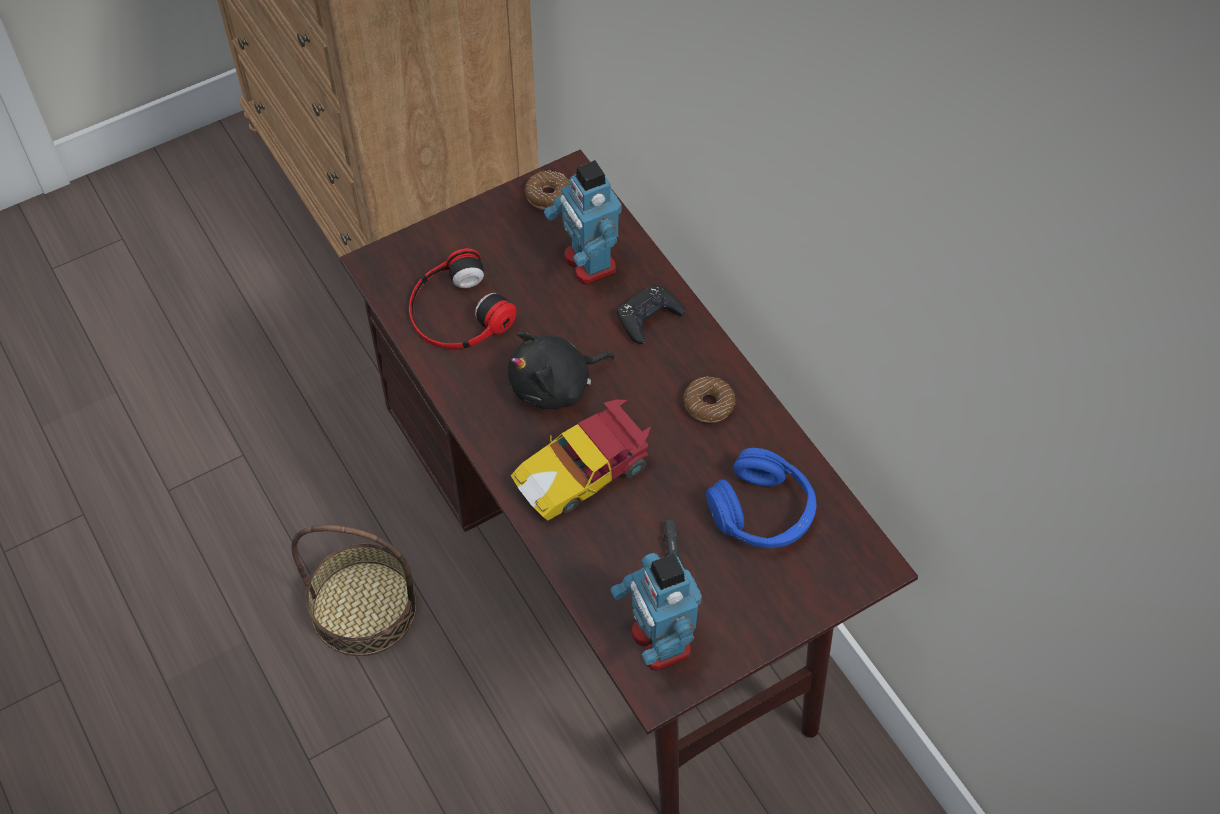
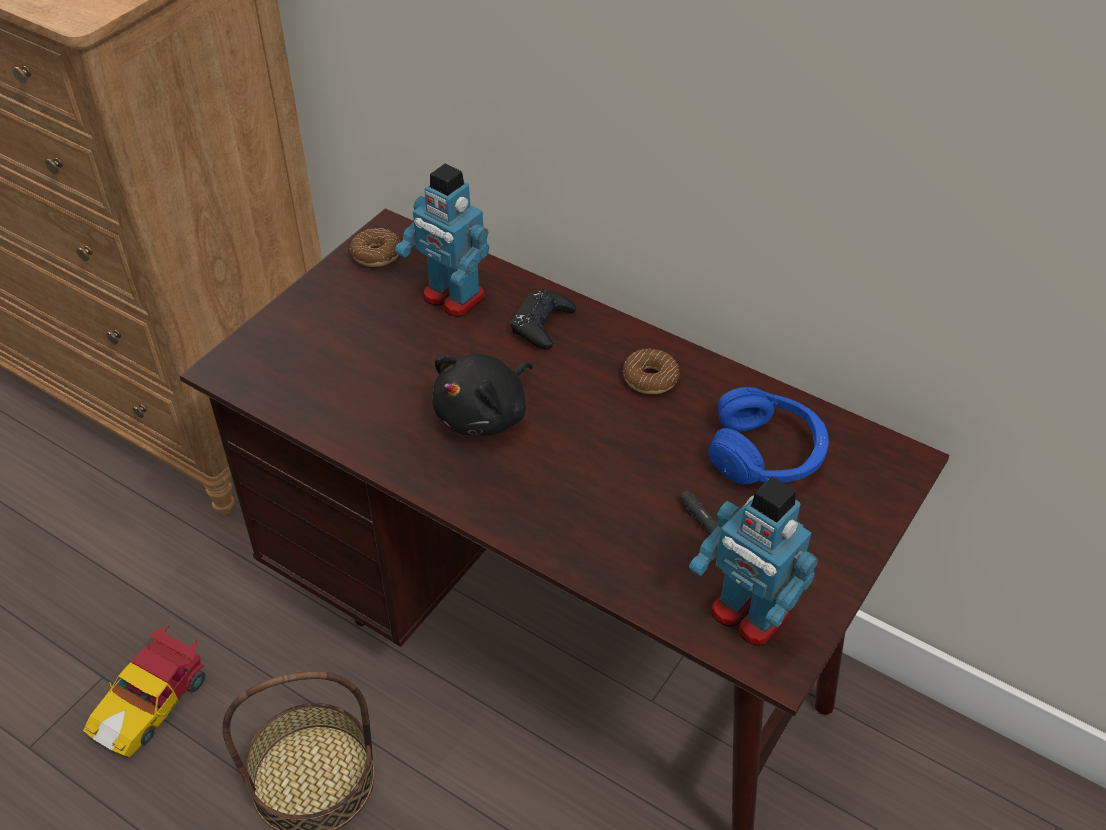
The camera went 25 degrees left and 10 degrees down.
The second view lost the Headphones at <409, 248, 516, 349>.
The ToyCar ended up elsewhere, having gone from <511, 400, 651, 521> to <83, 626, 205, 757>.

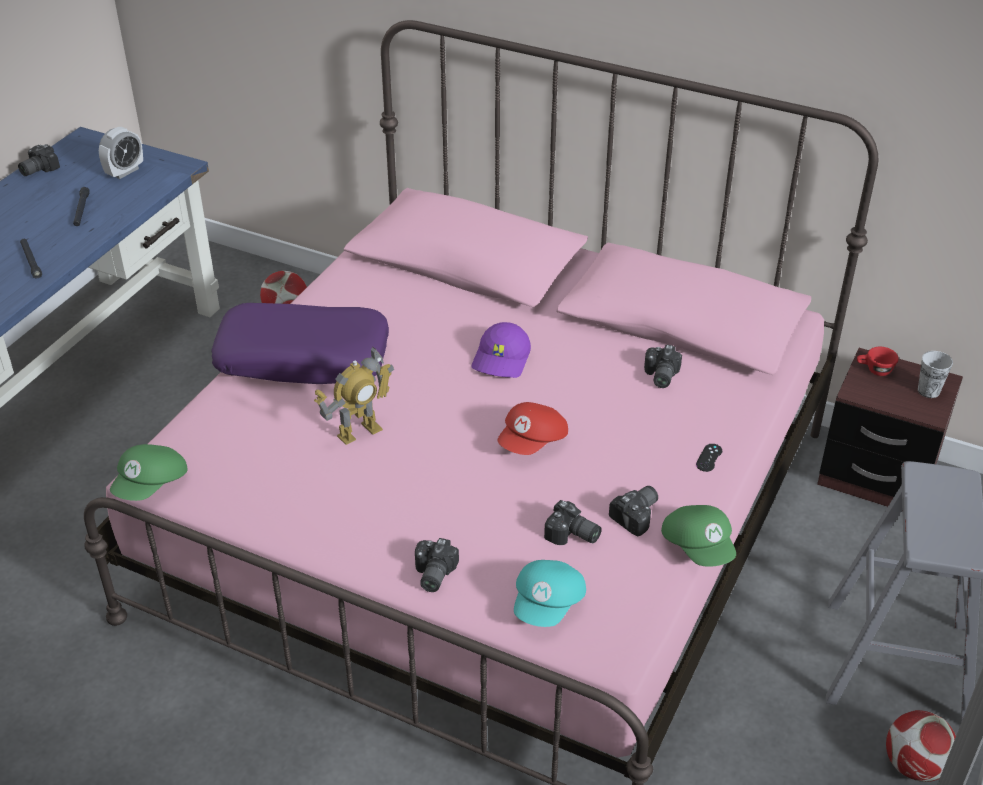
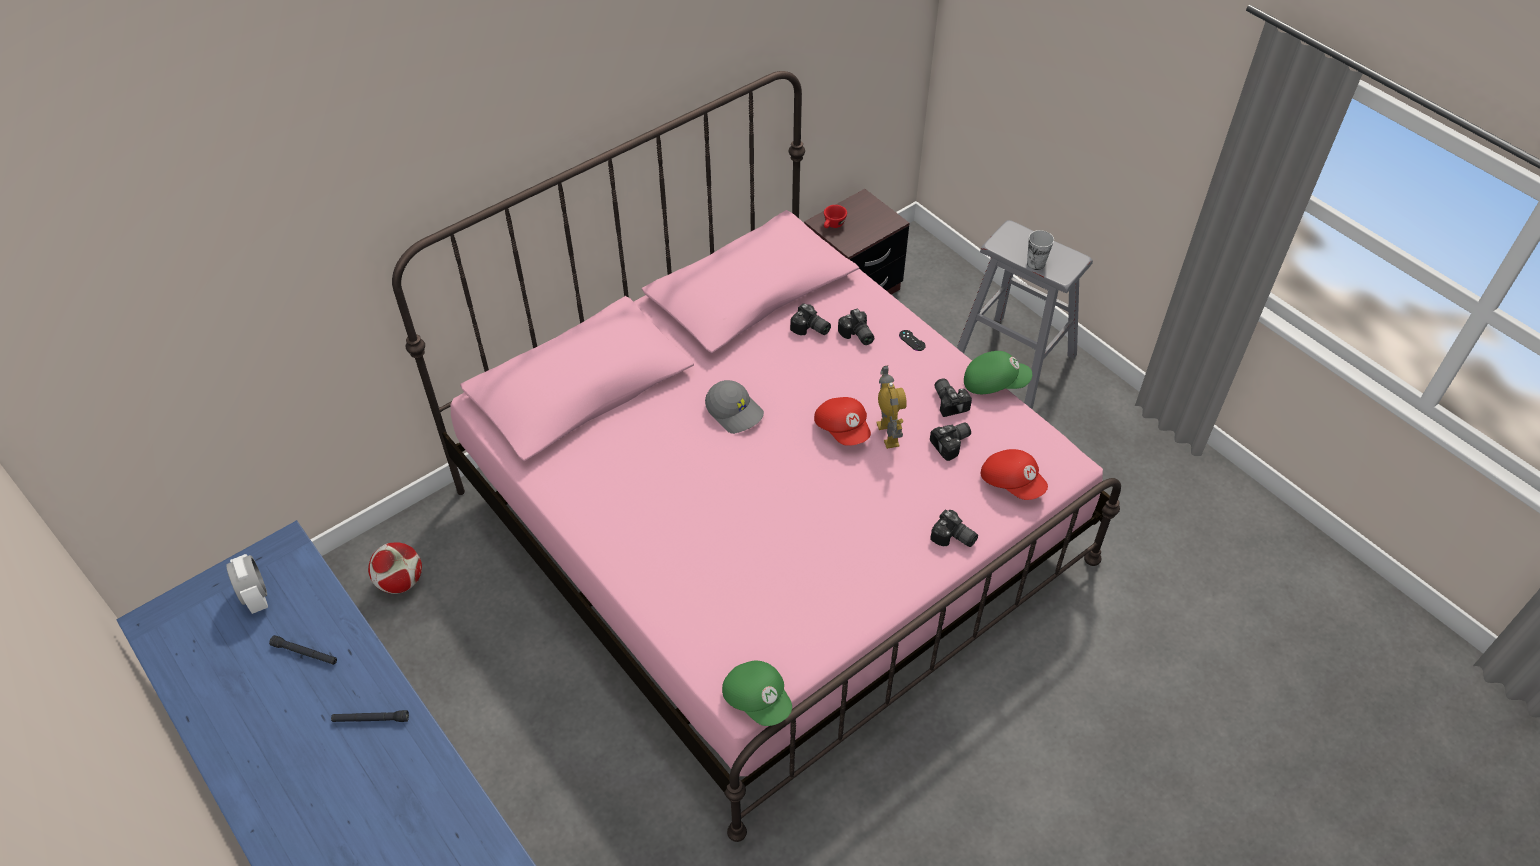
The camera went 65 degrees left and 10 degrees up.
The PhotoCamera ended up elsewhere, having gone from <18, 144, 60, 176> to <838, 308, 874, 345>.
The second view lost the PurplePillow at <211, 303, 389, 384>.
The ToyRobot ended up elsewhere, having gone from <314, 347, 394, 445> to <876, 365, 907, 449>.
What was the PurpleCap at <472, 322, 531, 378> turned into the GreyCap at <705, 380, 764, 434>.
What was the TurquoiseCap at <514, 560, 586, 627> turned into the RedCap at <981, 449, 1048, 500>.
The second view lost the Football at <886, 710, 956, 782>.
The Cup ended up elsewhere, having gone from <918, 351, 953, 398> to <1027, 230, 1054, 270>.

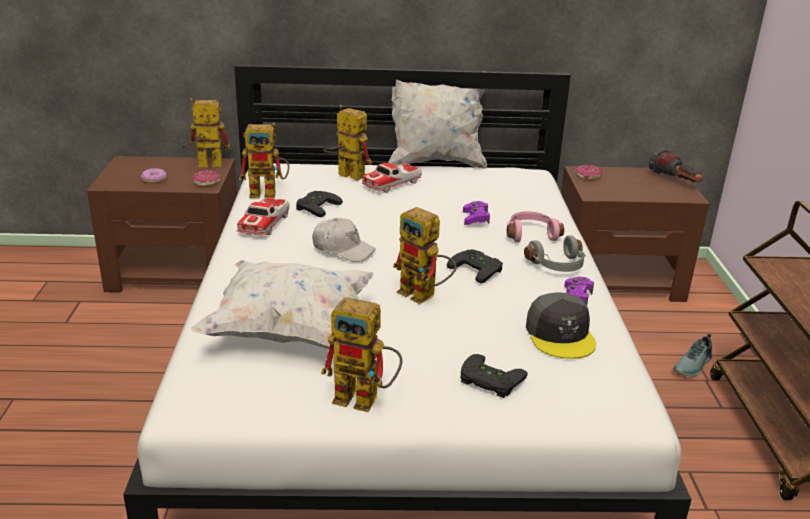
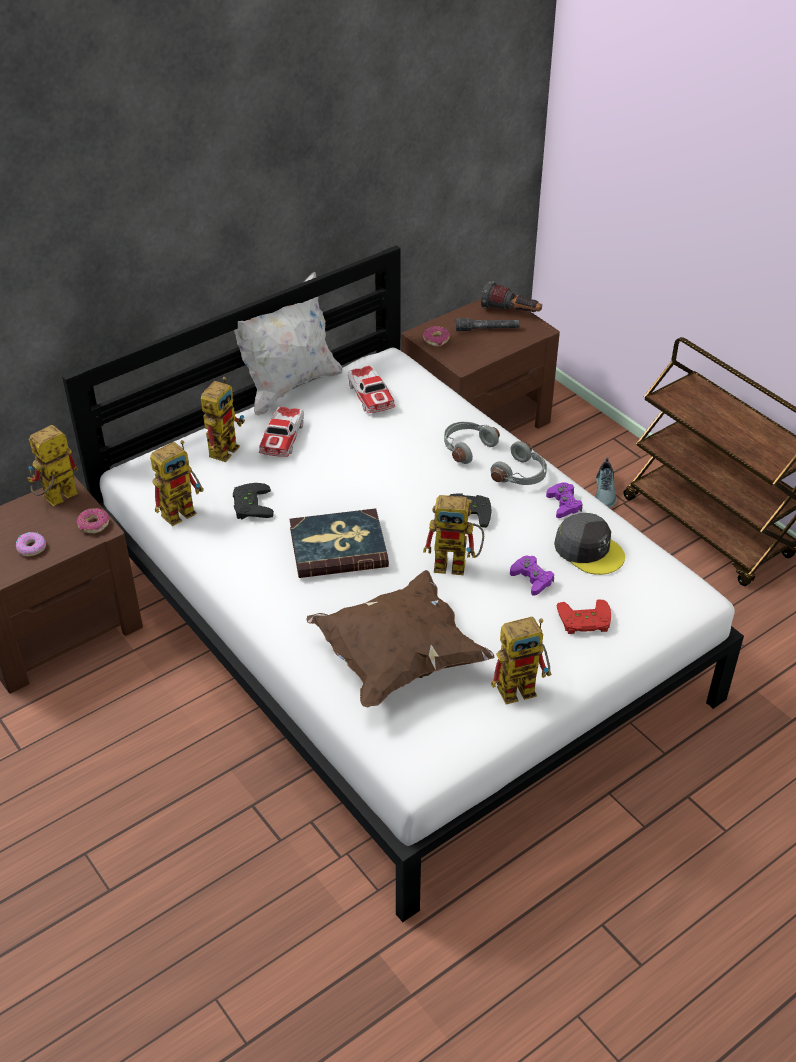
The camera went 35 degrees left and 15 degrees up.
What was the WhitePillow at <191, 260, 374, 349> turned into the BrownPillow at <306, 570, 494, 707>.
The ToyCar ended up elsewhere, having gone from <237, 197, 290, 236> to <348, 365, 395, 413>.
Where the WhiteCap stood at <312, 218, 376, 262>, the Book came to stand at <289, 508, 389, 578>.
The ToyRobot at <323, 105, 372, 181> ended up facing another way, 120 degrees clockwise from before.
What was the BlackGameController at <460, 354, 528, 398> turned into the RedGameController at <557, 600, 611, 634>.
The PurpleGameController ended up elsewhere, having gone from <463, 201, 490, 225> to <510, 556, 554, 596>.
What was the PinkHeadphones at <507, 211, 564, 242> turned into the GreyHeadphones at <444, 422, 500, 464>.
The second view gained the GreyFlashlight at <456, 318, 519, 331>.

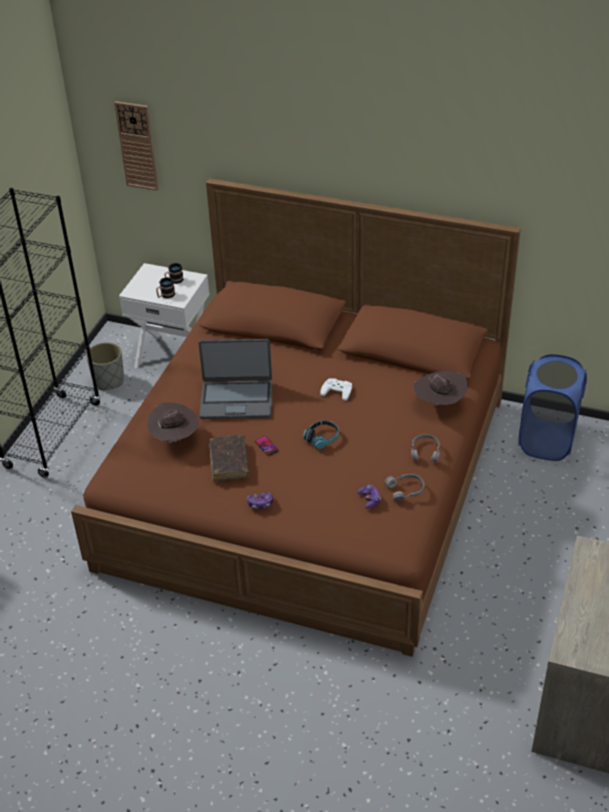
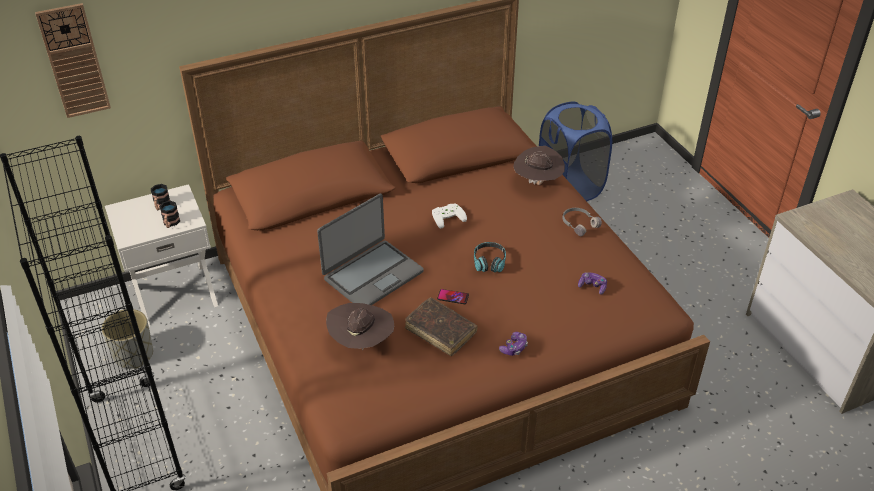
The camera went 45 degrees left and 0 degrees up.
The second view lost the GreyHeadphones at <385, 474, 424, 502>.

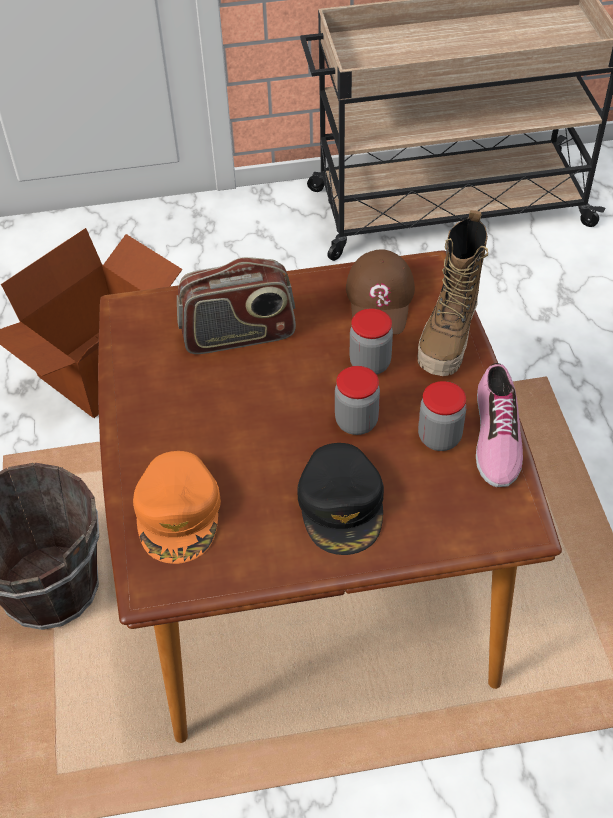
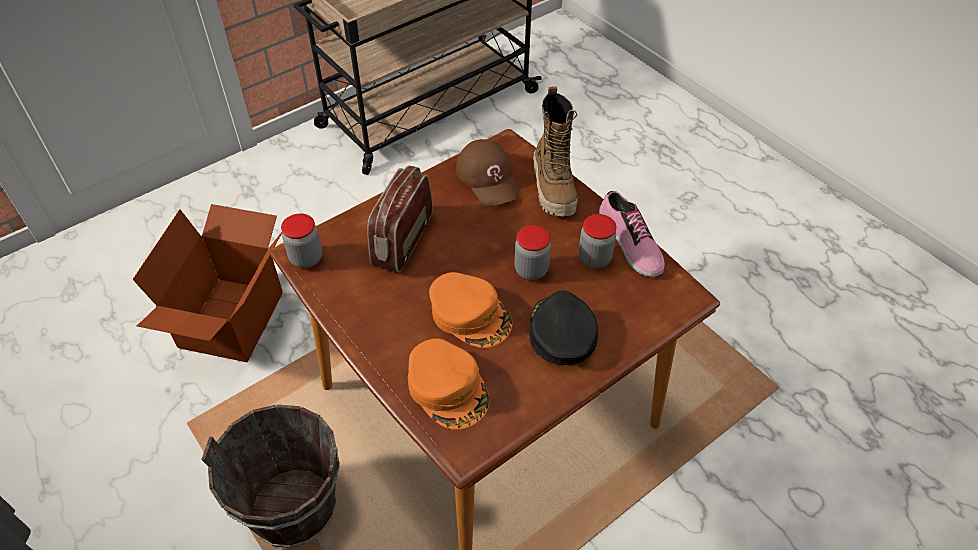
The camera went 30 degrees left and 0 degrees up.
The Radio at <177, 257, 296, 354> ended up facing another way, 150 degrees clockwise from before.
The BlackCap at <297, 443, 384, 555> ended up facing another way, 150 degrees counterclockwise from before.
The Jar ended up elsewhere, having gone from <350, 308, 393, 375> to <281, 214, 322, 268>.
The second view gained the OrangeCap at <429, 272, 512, 348>.

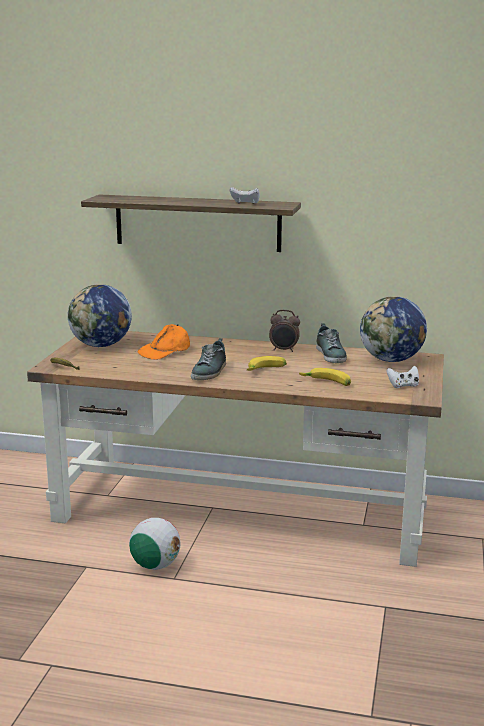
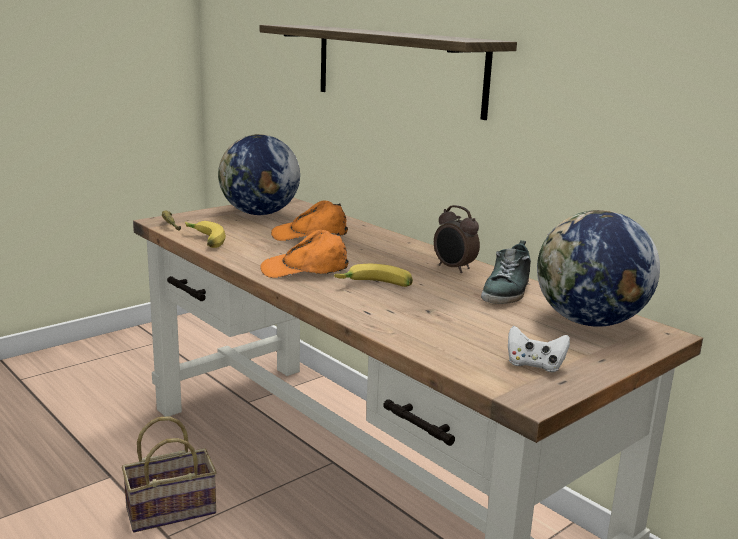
The camera went 35 degrees right and 0 degrees up.
Where the Football stood at <129, 518, 181, 570>, the Basket came to stand at <122, 416, 217, 532>.
Where the Shoe stood at <191, 338, 226, 380>, the OrangeCap came to stand at <260, 230, 349, 278>.
The second view lost the WhiteGameController at <230, 187, 260, 204>.
The Banana ended up elsewhere, having gone from <299, 368, 351, 386> to <185, 221, 226, 248>.

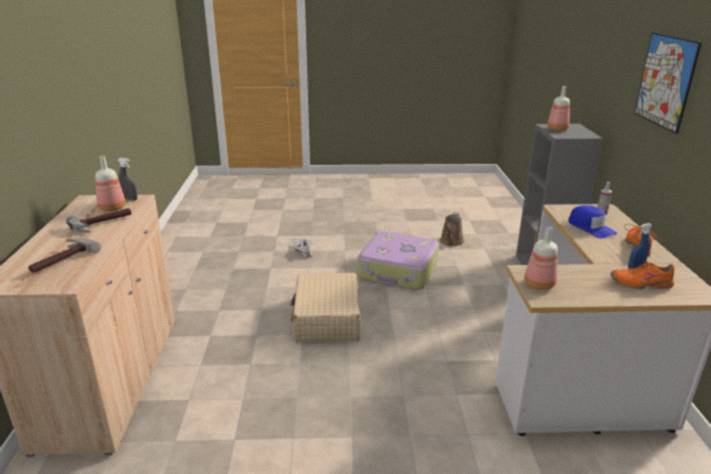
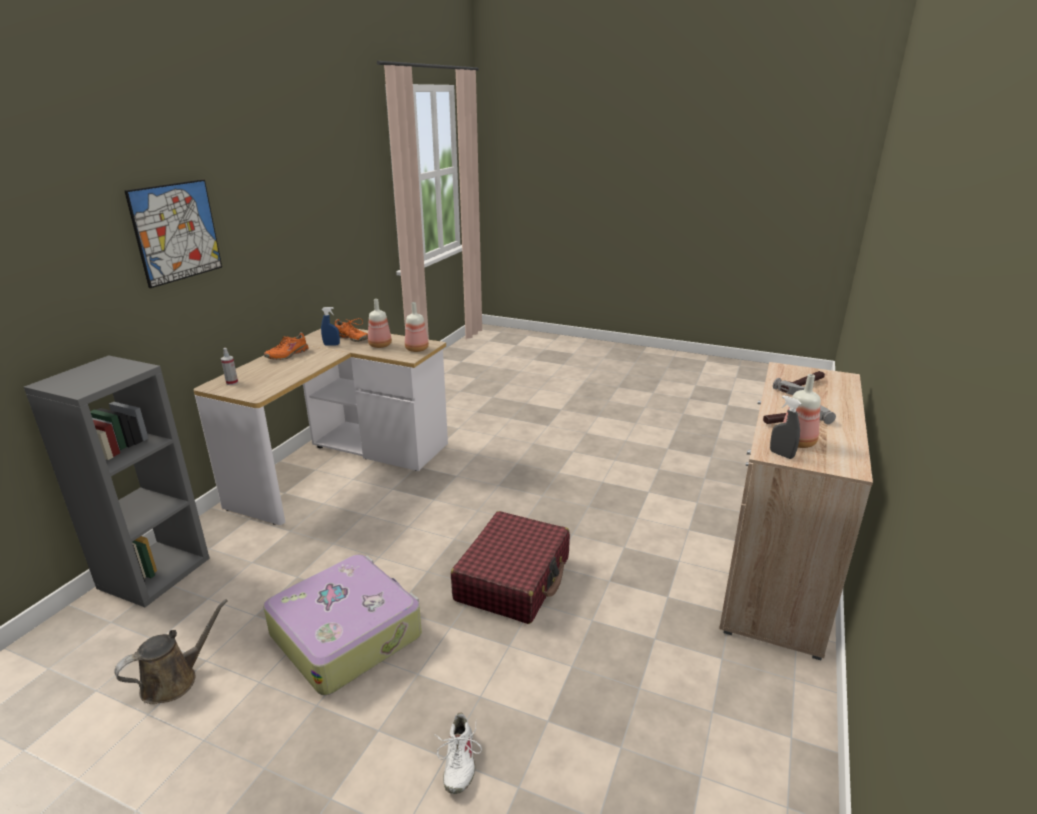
The camera went 155 degrees left and 0 degrees up.
What was the BeigeSuitcase at <291, 273, 361, 342> turned into the RedSuitcase at <451, 511, 570, 624>.
The Bottle ended up elsewhere, having gone from <547, 86, 570, 131> to <368, 299, 392, 348>.
The second view lost the BlueCap at <568, 205, 617, 238>.

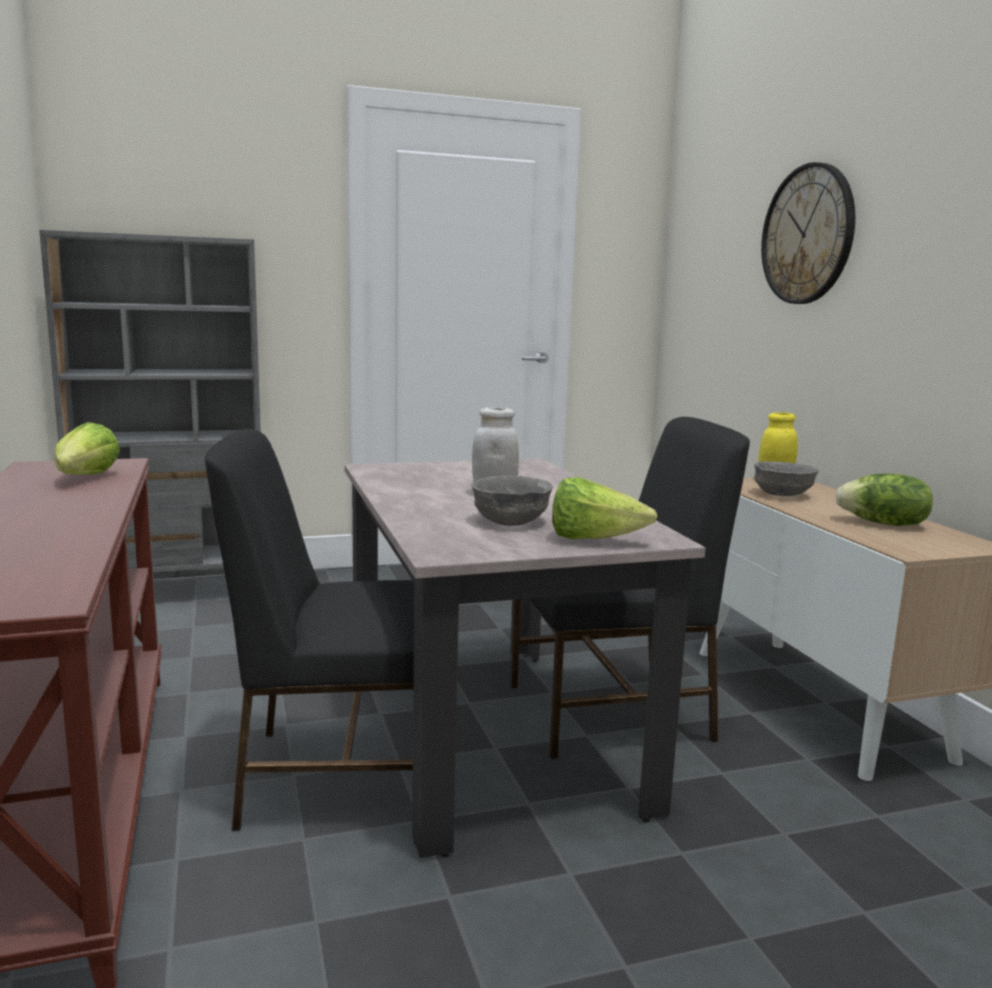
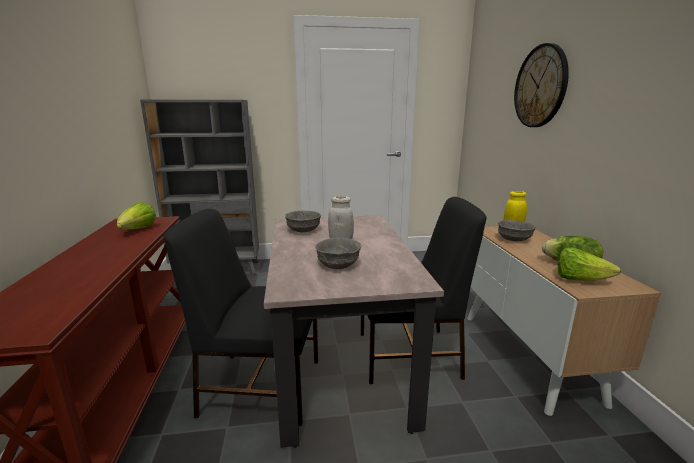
The camera went 10 degrees right and 5 degrees up.
The Lettuce ended up elsewhere, having gone from <552, 477, 657, 539> to <558, 247, 621, 281>.
The second view gained the GreyBowl at <285, 211, 321, 232>.

